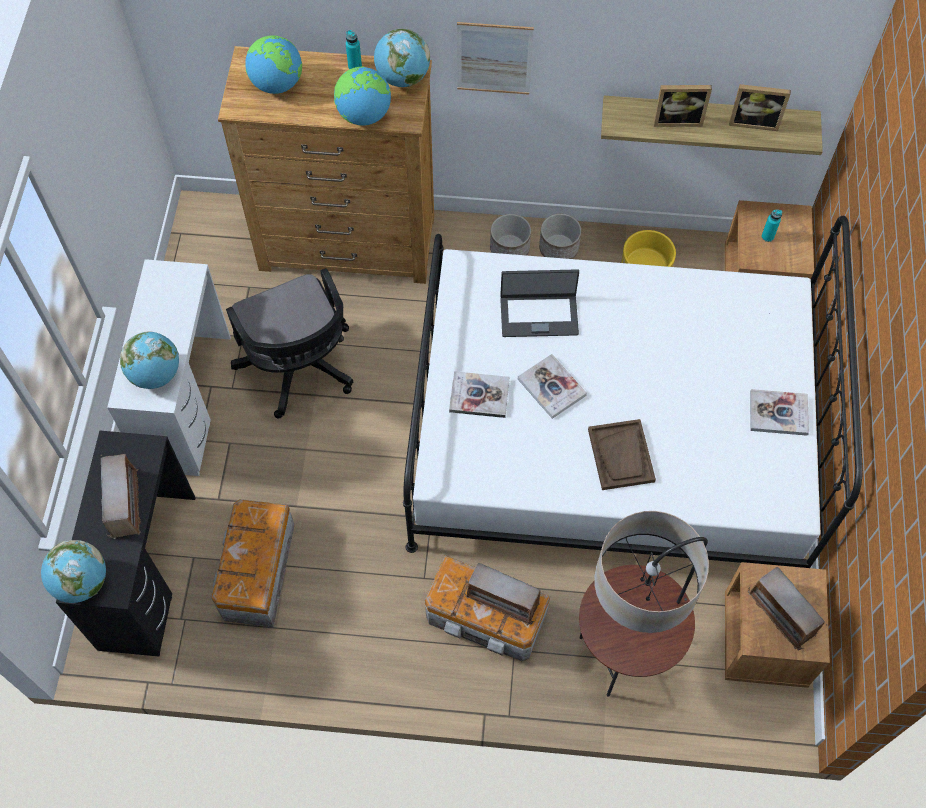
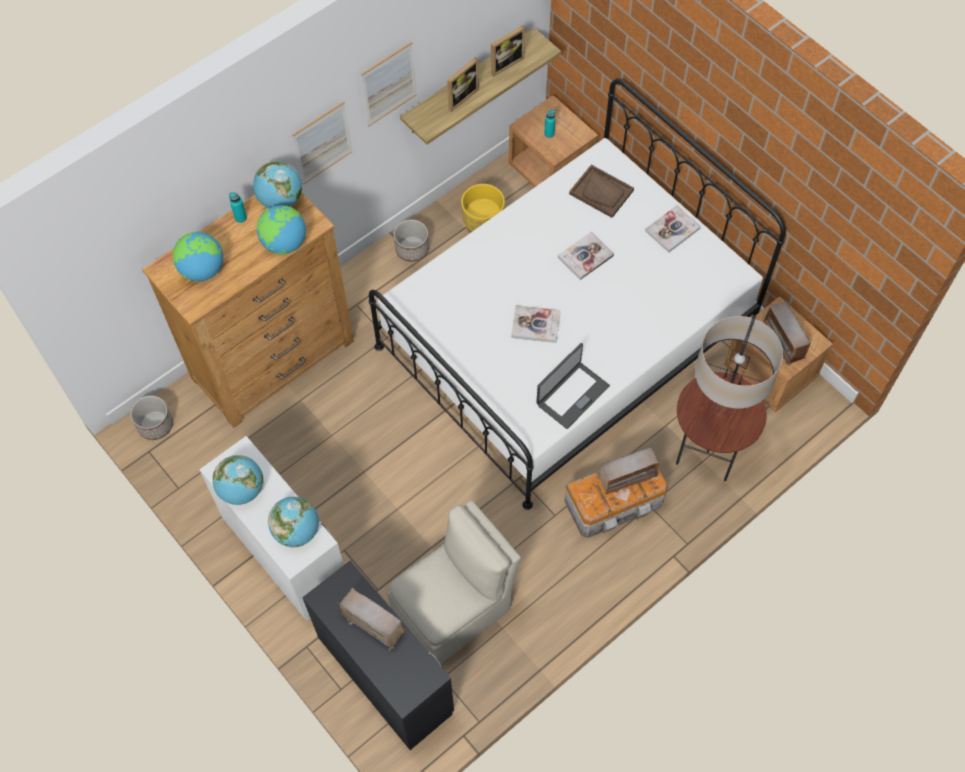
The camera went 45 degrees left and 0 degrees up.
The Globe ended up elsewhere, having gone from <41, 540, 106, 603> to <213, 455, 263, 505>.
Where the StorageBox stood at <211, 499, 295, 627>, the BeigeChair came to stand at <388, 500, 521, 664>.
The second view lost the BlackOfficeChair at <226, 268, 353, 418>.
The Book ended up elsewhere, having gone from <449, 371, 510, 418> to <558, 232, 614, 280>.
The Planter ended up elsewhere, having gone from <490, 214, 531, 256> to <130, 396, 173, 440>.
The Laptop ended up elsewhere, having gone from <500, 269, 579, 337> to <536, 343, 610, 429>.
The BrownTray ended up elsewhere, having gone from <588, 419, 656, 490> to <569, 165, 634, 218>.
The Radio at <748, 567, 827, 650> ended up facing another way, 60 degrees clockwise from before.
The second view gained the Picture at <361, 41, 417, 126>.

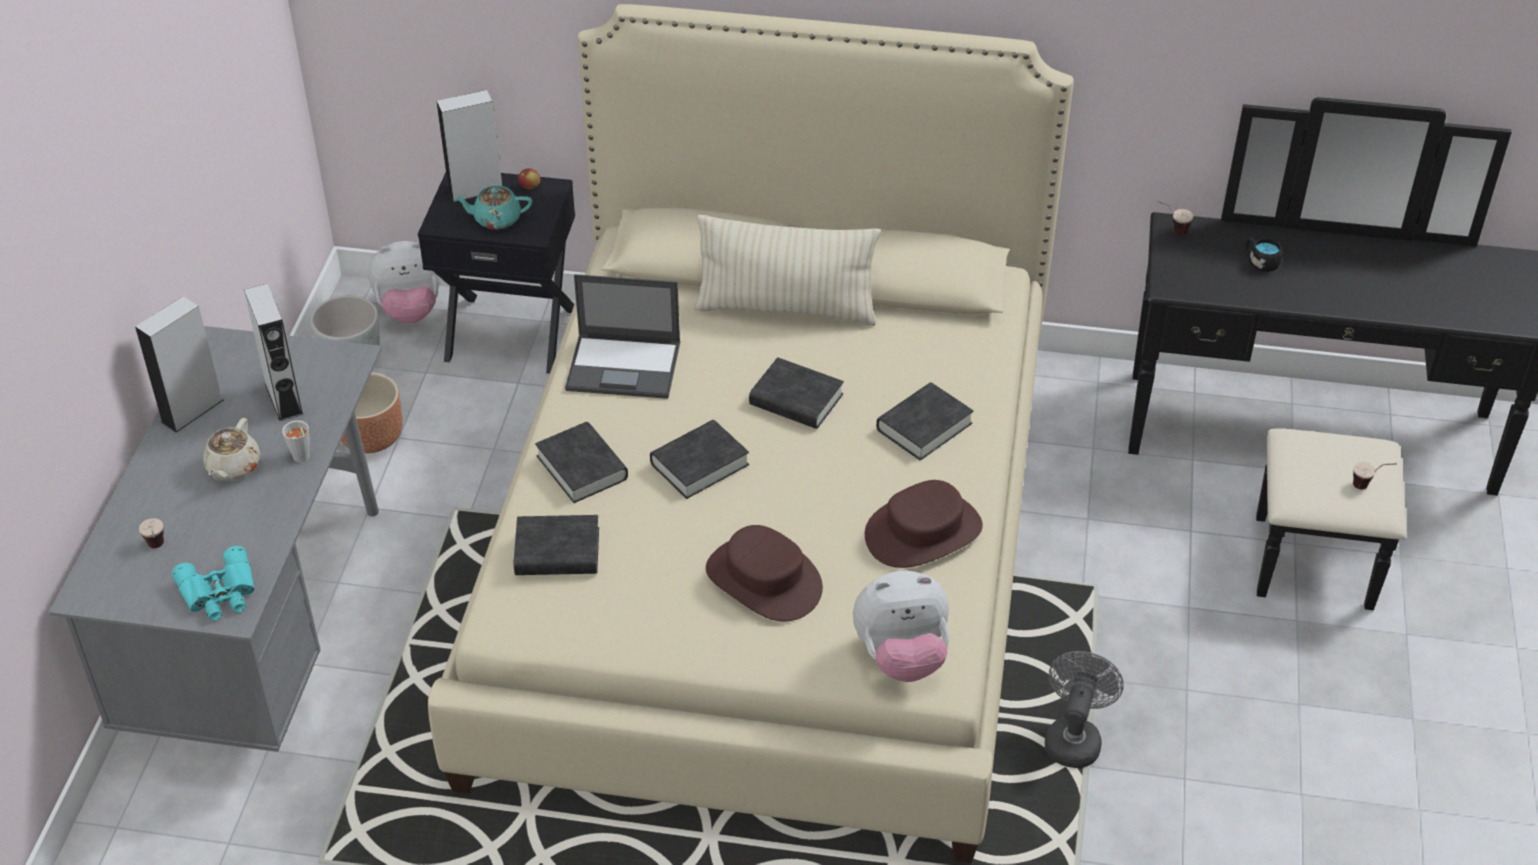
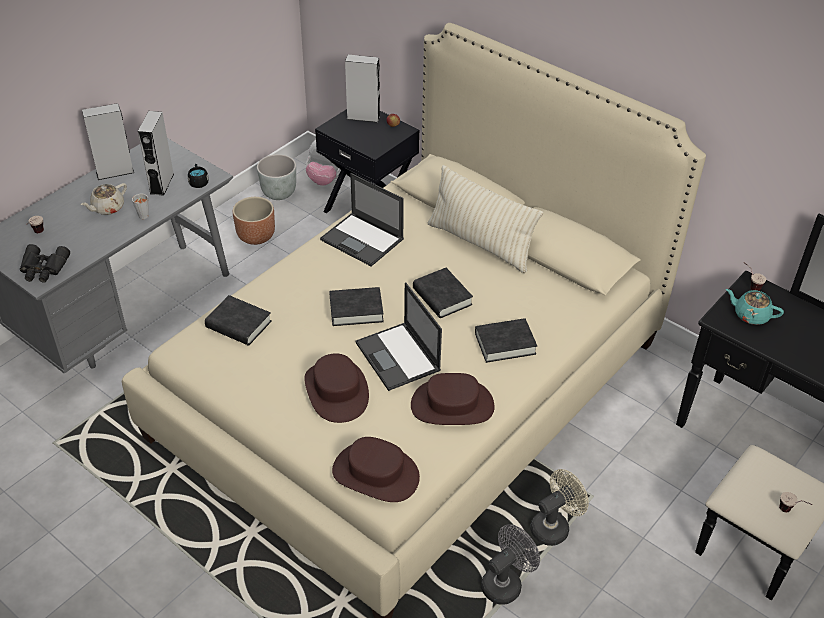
The camera went 30 degrees right and 0 degrees up.
What was the TurquoiseBinoculars at <172, 546, 255, 621> turned into the BlackBinoculars at <20, 244, 70, 283>.
The TurquoiseTeapot ended up elsewhere, having gone from <454, 185, 532, 230> to <726, 289, 784, 325>.
The second view lost the BlackBook at <535, 422, 628, 503>.
Where the PlushToy stood at <853, 571, 950, 682>, the BrownHat came to stand at <332, 437, 420, 502>.
The BlackMug ended up elsewhere, having gone from <1246, 237, 1282, 272> to <188, 164, 209, 188>.
The second view gained the Laptop at <356, 282, 442, 391>.
The second view gained the BeigeFan at <530, 469, 589, 546>.

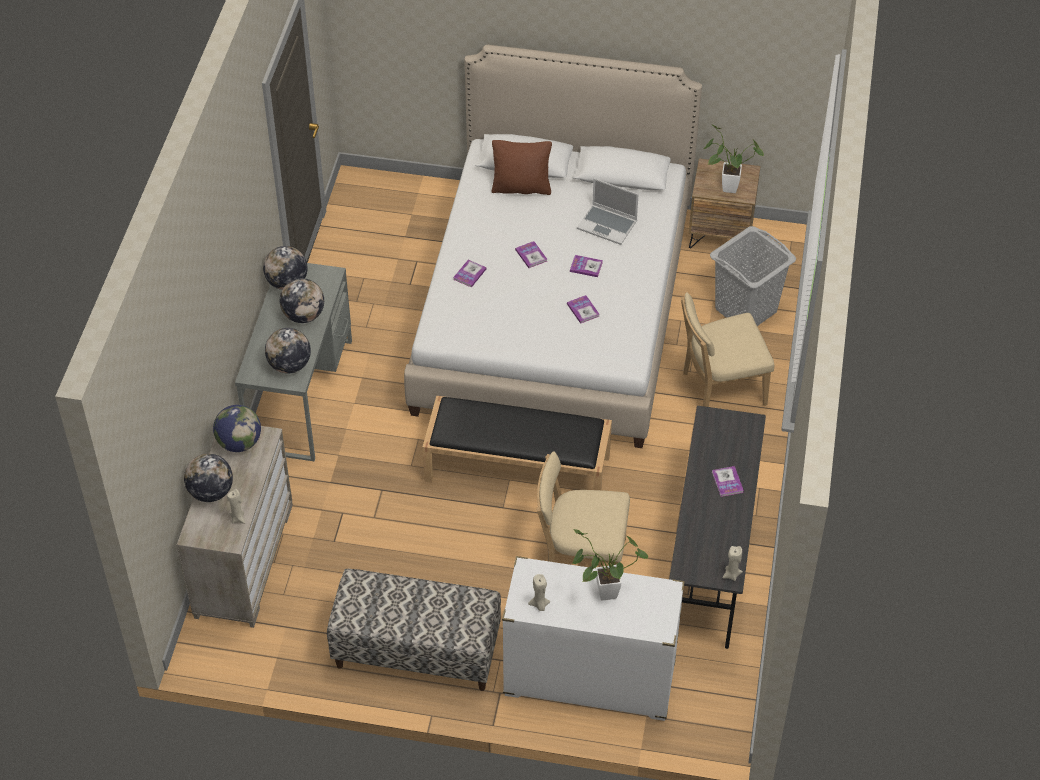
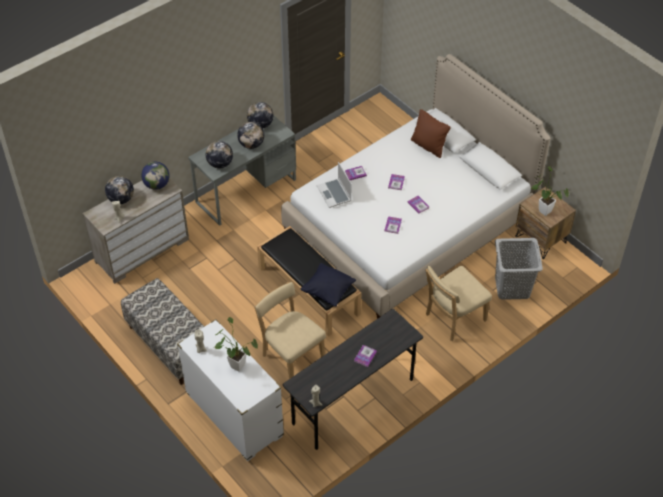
The camera went 40 degrees right and 0 degrees up.
The Laptop ended up elsewhere, having gone from <577, 178, 639, 245> to <317, 162, 352, 208>.
The BeigeChair at <681, 293, 774, 407> ended up facing another way, 60 degrees counterclockwise from before.
The second view gained the BlackPillow at <301, 263, 356, 307>.

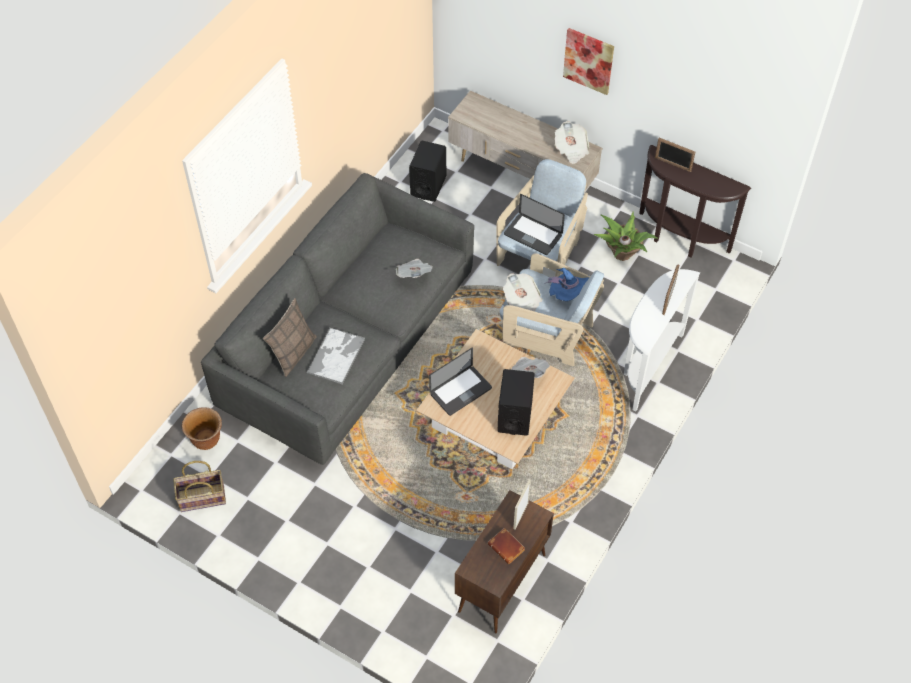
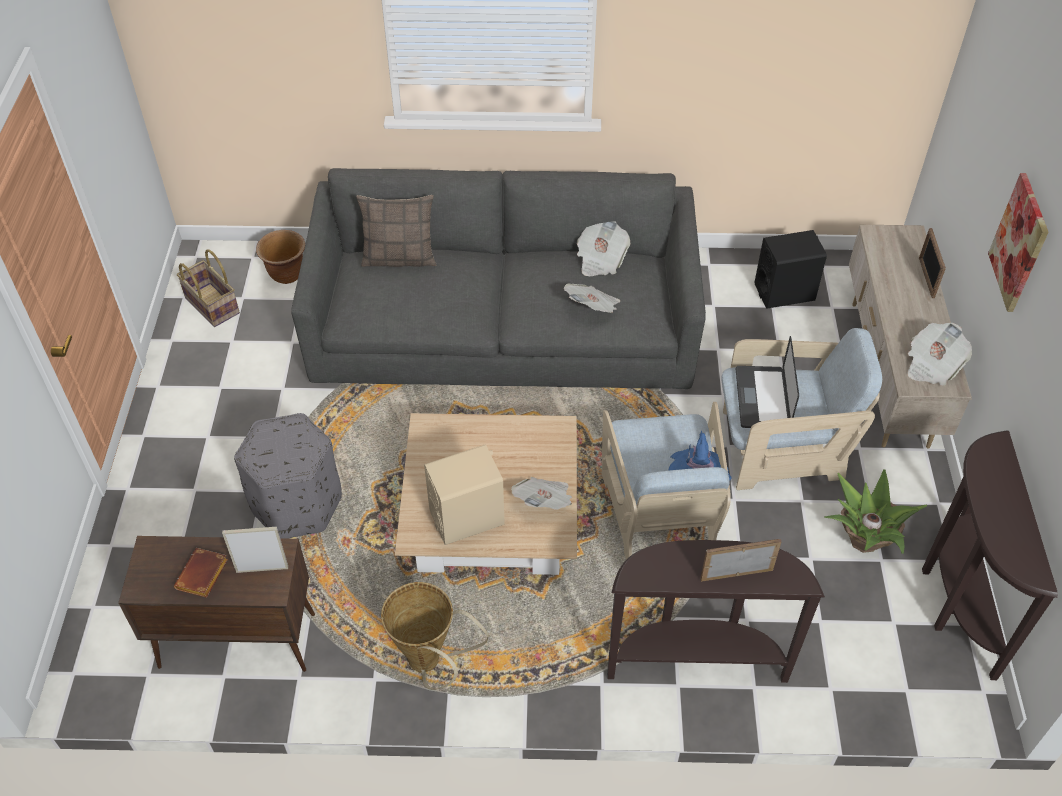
The camera went 60 degrees right and 5 degrees down.
The second view lost the Tray at <307, 328, 365, 385>.
The second view lost the Laptop at <429, 348, 492, 416>.
What was the BlackSpeaker at <497, 369, 535, 436> turned into the BeigeSpeaker at <424, 444, 505, 545>.
The Newspaper ended up elsewhere, having gone from <503, 273, 543, 311> to <577, 221, 630, 276>.
What was the WhiteConsoleTable at <624, 269, 700, 411> turned into the BrownConsoleTable at <607, 540, 825, 683>.
The PictureFrame ended up elsewhere, having gone from <655, 138, 695, 172> to <919, 228, 946, 298>.
The second view gained the GreyOttoman at <234, 413, 342, 539>.
The second view gained the Basket at <381, 582, 489, 690>.

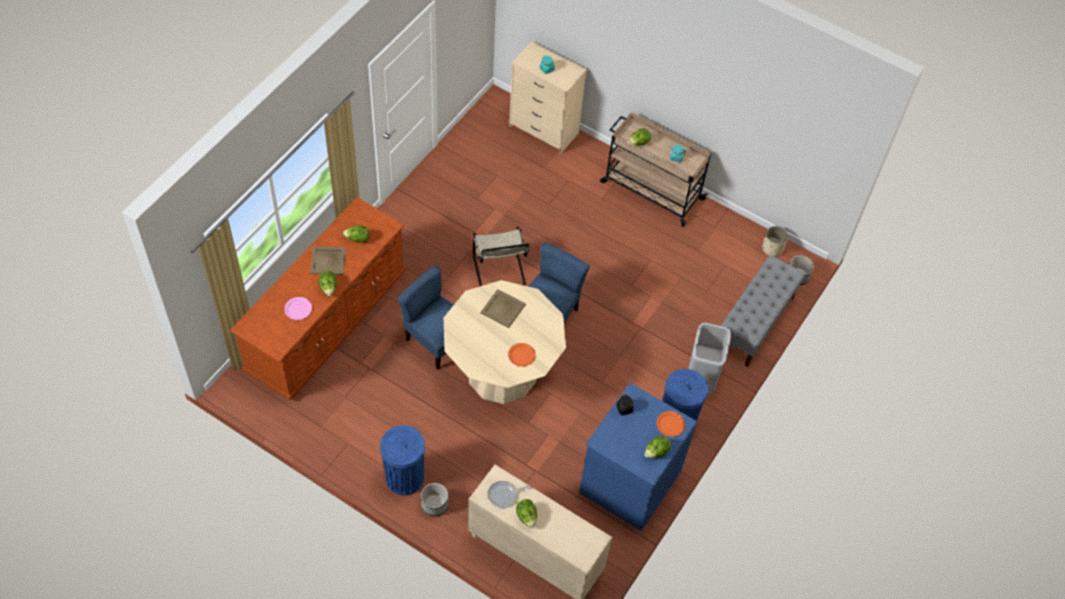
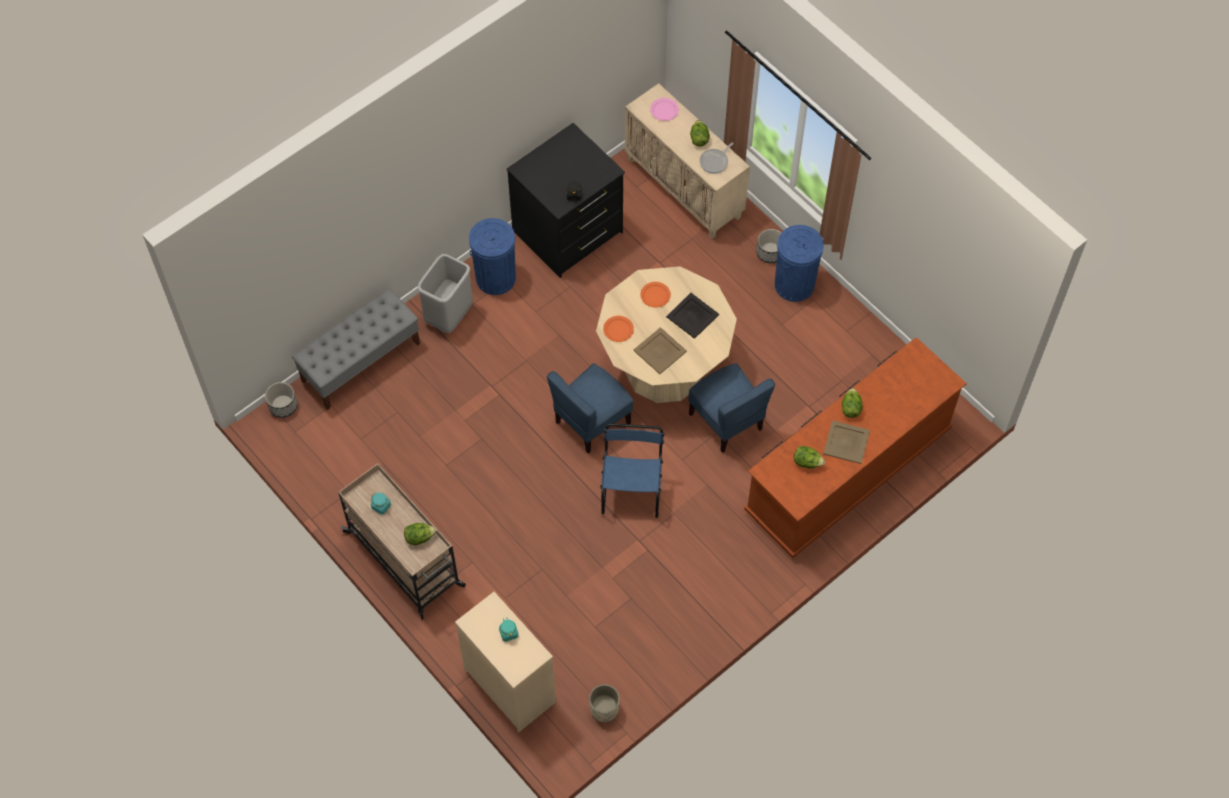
The camera went 160 degrees left and 5 degrees up.
The PinkPlate ended up elsewhere, having gone from <284, 297, 312, 320> to <650, 98, 679, 121>.
What was the BeigeChair at <473, 227, 530, 286> turned into the BlueChair at <600, 423, 664, 518>.
The FryingPan at <488, 481, 530, 508> ended up facing another way, 135 degrees clockwise from before.
What was the BlueDresser at <579, 383, 697, 531> turned into the BlackDresser at <507, 123, 625, 278>.
The second view lost the Lettuce at <644, 436, 671, 458>.
The OrangePlate ended up elsewhere, having gone from <656, 411, 685, 437> to <603, 316, 634, 342>.
The BeigePlanter ended up elsewhere, having gone from <762, 226, 789, 257> to <589, 684, 620, 722>.
The second view gained the BlackTray at <666, 293, 719, 339>.

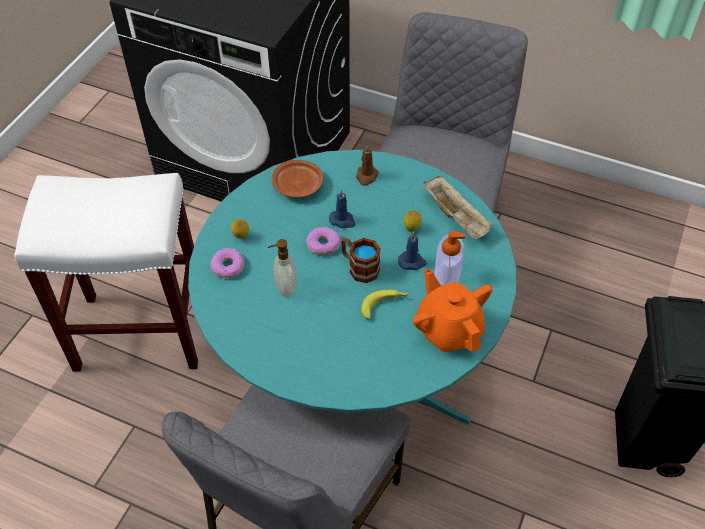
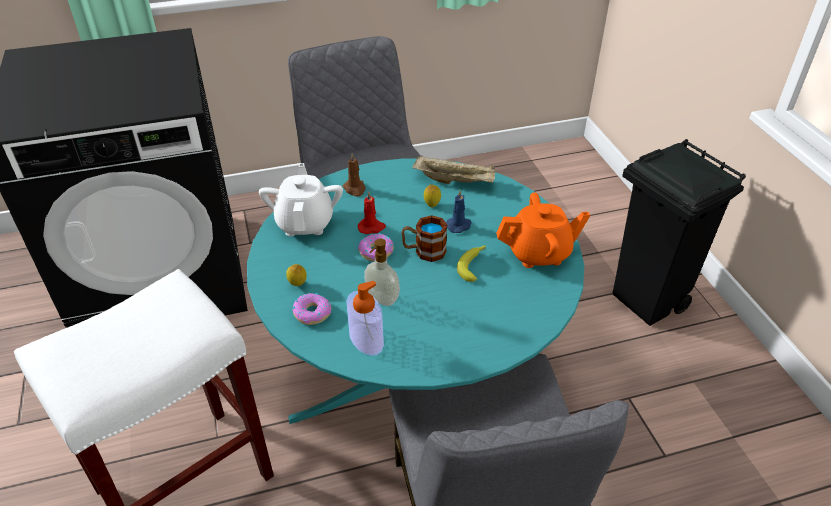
The camera went 40 degrees left and 10 degrees down.
Where the BrownPlate stood at <272, 160, 323, 198>, the WhiteTeapot came to stand at <259, 163, 343, 236>.
What was the BlueCandle at <329, 189, 355, 228> turned into the RedCandle at <358, 191, 386, 234>.
The OrangeTeapot at <413, 268, 492, 352> ended up facing another way, 150 degrees clockwise from before.
The SoapDispenser ended up elsewhere, having gone from <434, 231, 465, 286> to <346, 281, 384, 356>.

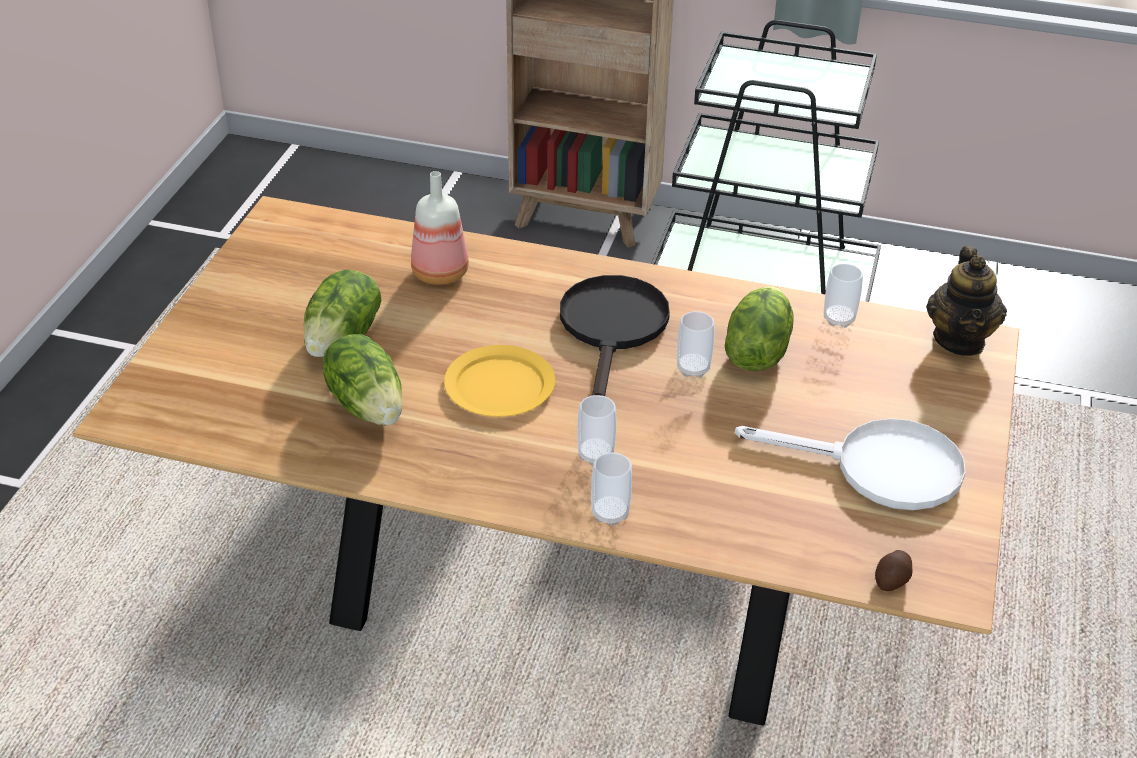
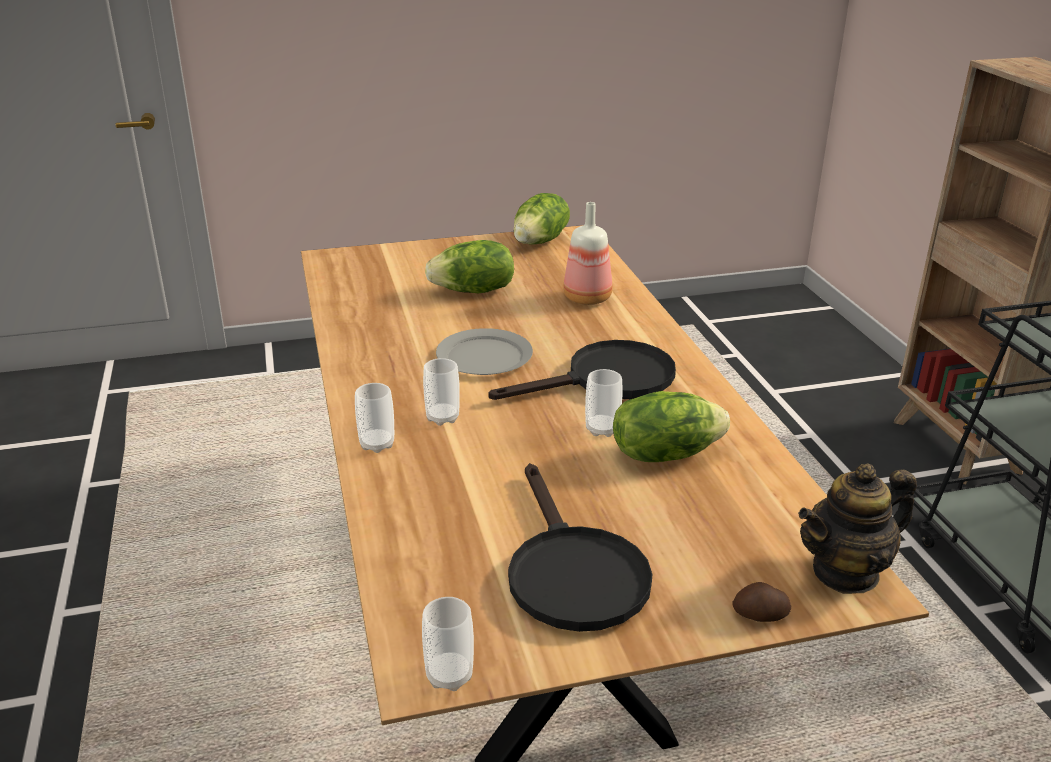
The camera went 60 degrees right and 10 degrees down.
The Lettuce ended up elsewhere, having gone from <322, 334, 402, 425> to <513, 193, 570, 245>.
What was the YellowPlate at <444, 345, 555, 417> turned into the GreyPlate at <436, 328, 533, 375>.
What was the WhiteFryingPan at <735, 418, 966, 510> turned into the BlackFryingPan at <508, 463, 653, 632>.
The Cup ended up elsewhere, having gone from <824, 263, 863, 328> to <422, 597, 474, 691>.
The Potato ended up elsewhere, having gone from <875, 550, 912, 591> to <732, 582, 791, 622>.

